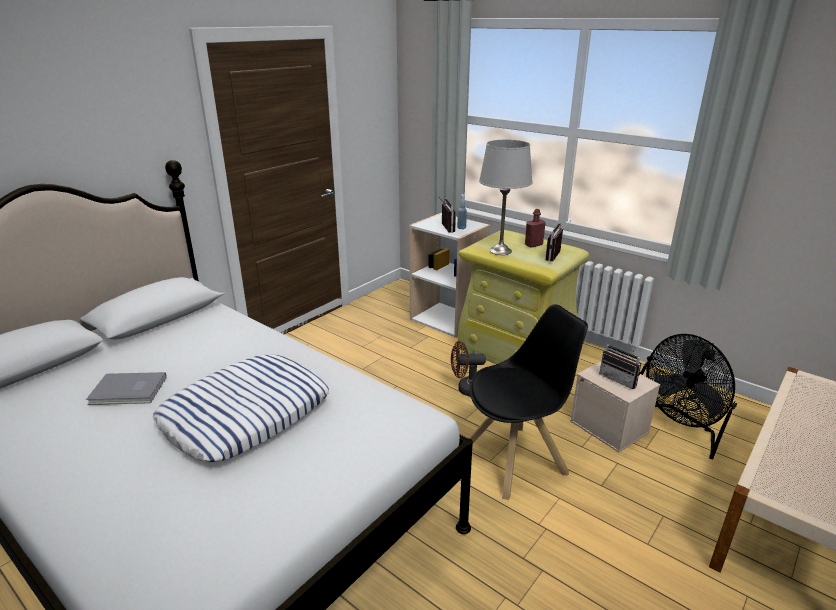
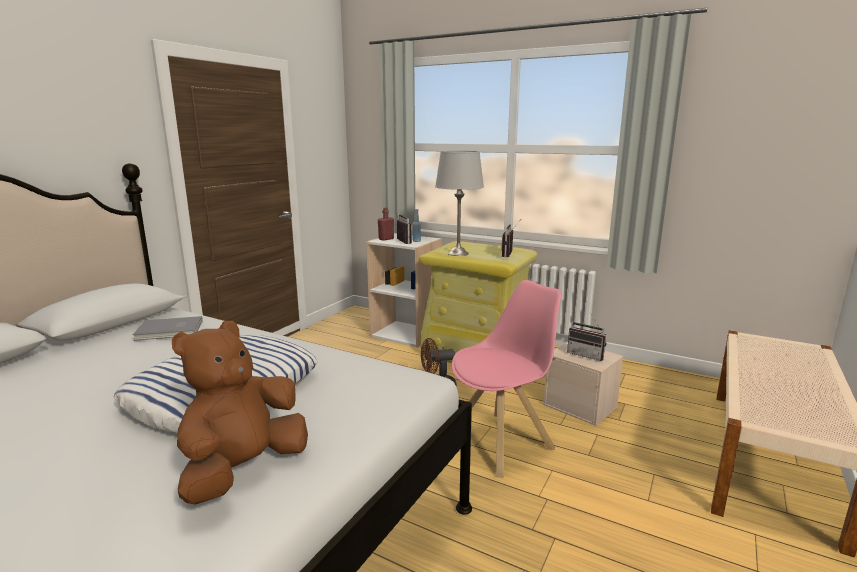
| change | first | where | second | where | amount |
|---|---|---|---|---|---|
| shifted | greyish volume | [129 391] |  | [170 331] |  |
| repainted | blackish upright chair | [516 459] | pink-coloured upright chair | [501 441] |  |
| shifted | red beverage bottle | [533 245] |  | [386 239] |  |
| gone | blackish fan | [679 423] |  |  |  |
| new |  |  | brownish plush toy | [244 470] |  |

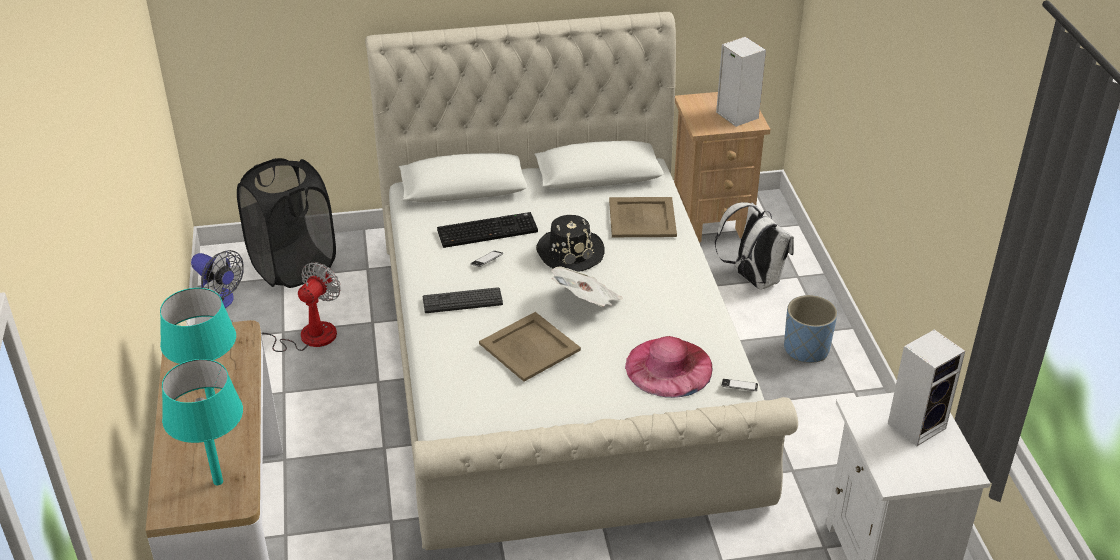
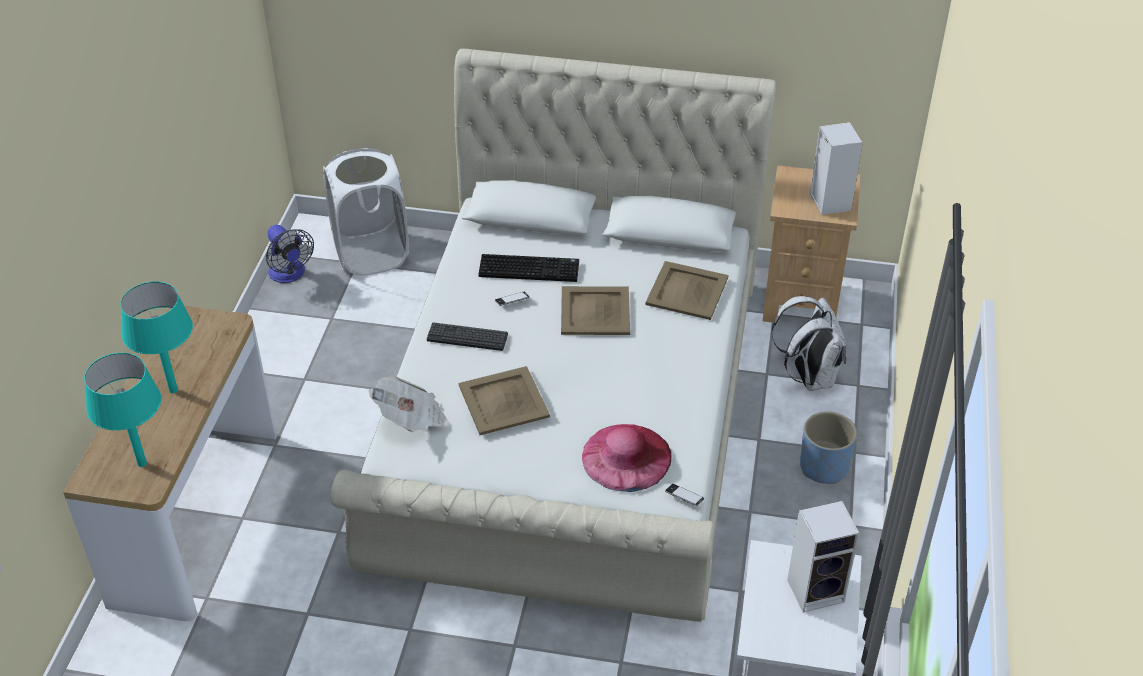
| change | first | where | second | where | amount |
|---|---|---|---|---|---|
| gone | fan | [304 336] |  |  |  |
| repainted | blackish washing basket | [293 267] | white washing basket | [371 254] |  |
| swapped | blackish hat | [570 252] | beige tray | [596 311] |  |
| shifted | daily paper | [586 301] |  | [411 419] |  |

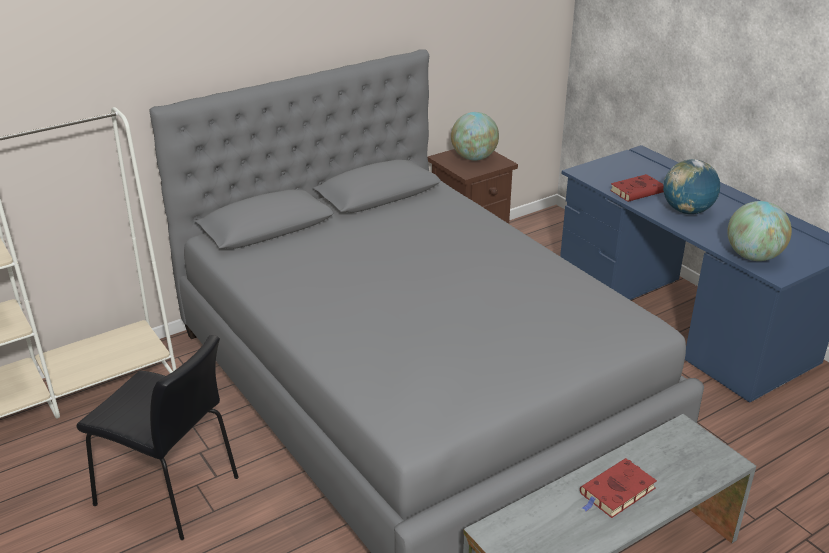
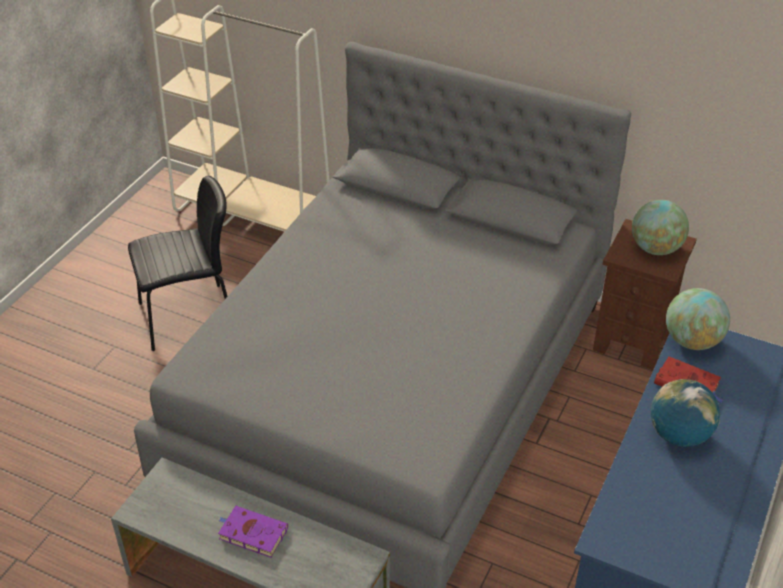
| change | first | where | second | where | amount |
|---|---|---|---|---|---|
| rotated | blackish upright chair | [172 492] |  | [191 316] | 105 degrees counterclockwise |
| repainted | red volume | [616 492] | purplish volume | [251 533] |  |
| shifted | desk globe | [753 257] |  | [692 341] |  |

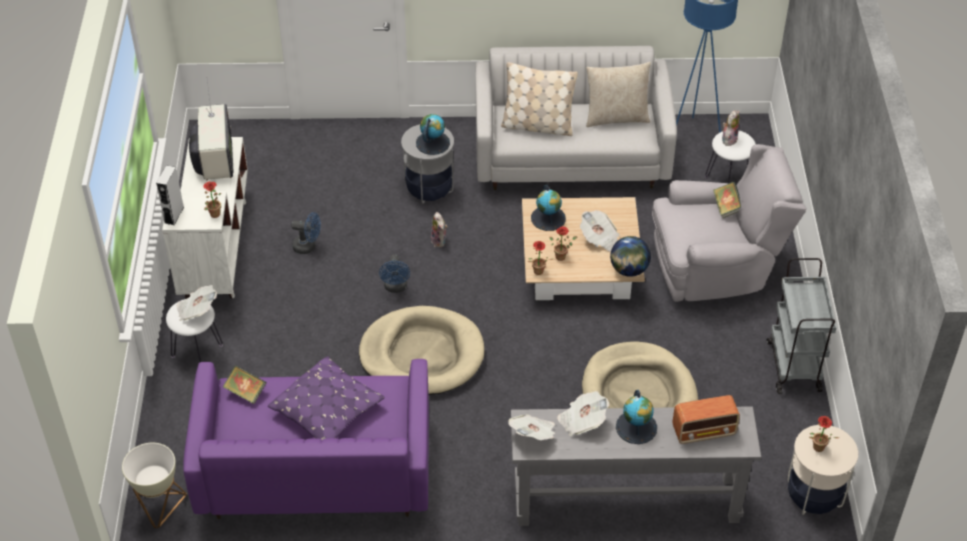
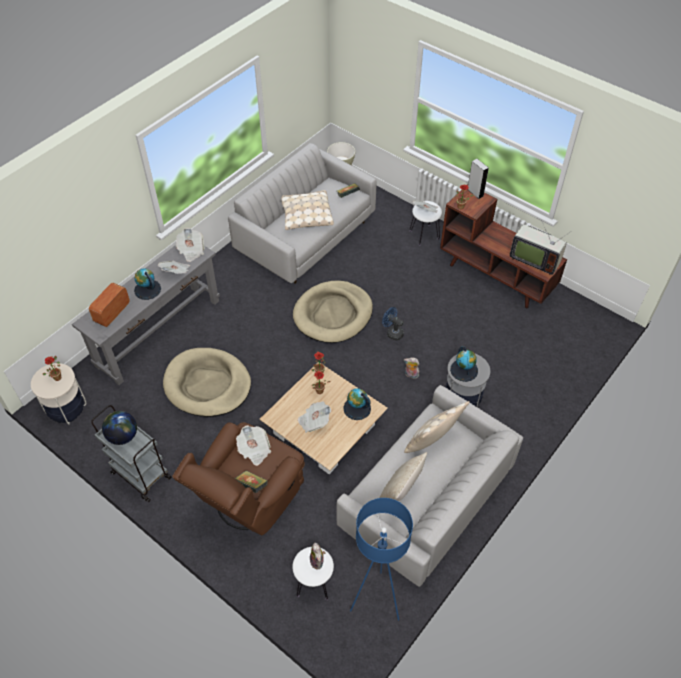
| change | first | where | second | where | amount |
|---|---|---|---|---|---|
| repainted | white tv stand | [215 248] | brownish tv stand | [497 277] |  |
| repainted | purplish settee | [314 470] | greyish settee | [306 236] |  |
| repainted | purplish cushion | [328 409] | beige cushion | [306 216] |  |
| gone | blue-coloured fan | [308 246] |  |  |  |
| shifted | desk globe | [629 270] |  | [123 436] |  |
| repainted | greyish lounge chair | [715 269] | brownish lounge chair | [248 500] |  |
| new |  |  | daily paper | [254 450] |  |

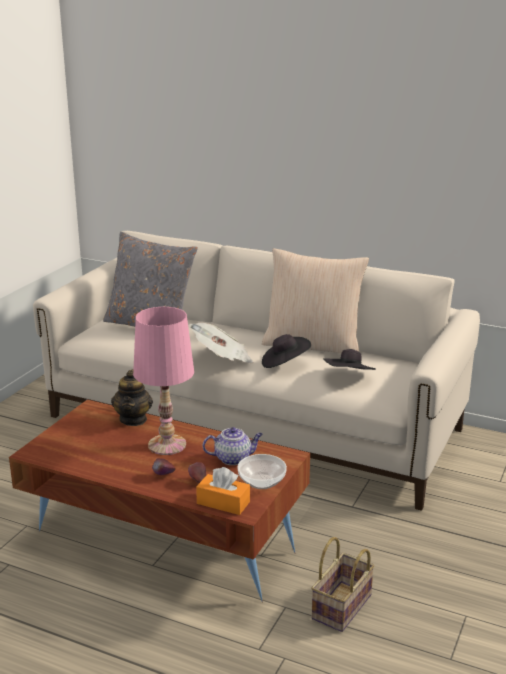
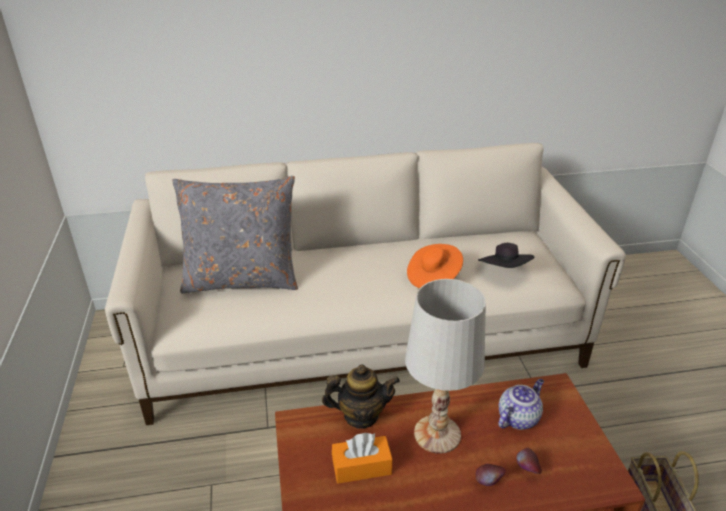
| change | first | where | second | where | amount |
|---|---|---|---|---|---|
| rotated | tea pot | [133 419] |  | [361 415] | 60 degrees counterclockwise |
| repainted | pink-coloured lamp for a table | [167 445] | white lamp for a table | [437 434] |  |
| gone | daily paper | [222 358] |  |  |  |
| shifted | orange-coloured tissue box | [223 503] |  | [361 467] |  |
| gone | serving bowl | [261 481] |  |  |  |
| gone | beige cushion | [313 345] |  |  |  |
| repainted | blackish hat | [284 363] | orange-coloured hat | [433 277] |  |

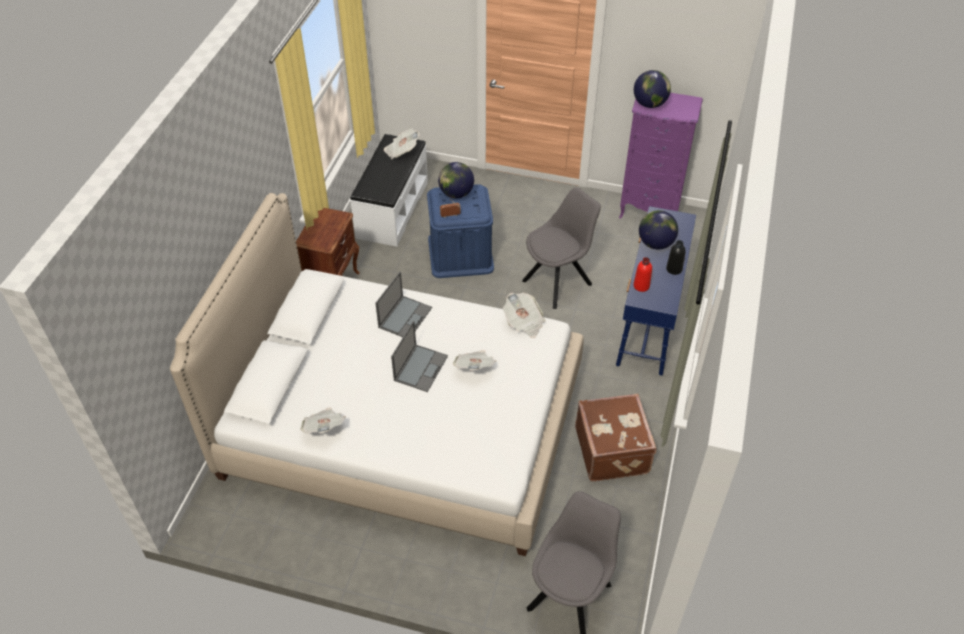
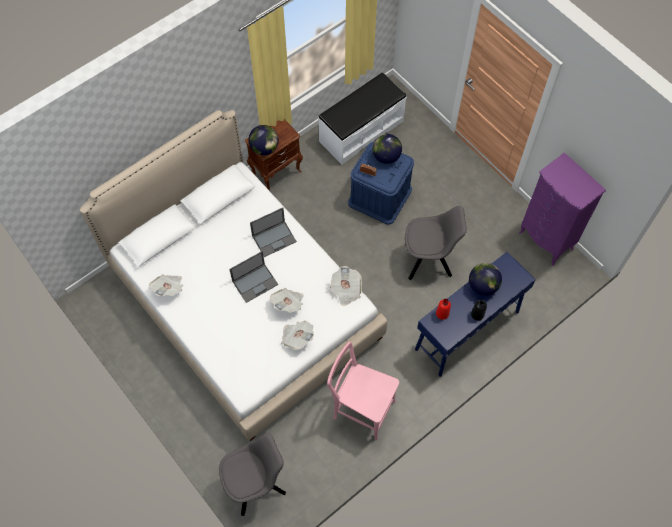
| change | first | where | second | where | amount |
|---|---|---|---|---|---|
| shifted | daily paper | [401 151] |  | [297 337] |  |
| swapped | brownish suitcase | [613 450] | pink-coloured upright chair | [361 408] |  |
| shifted | desk globe | [649 104] |  | [264 148] |  |

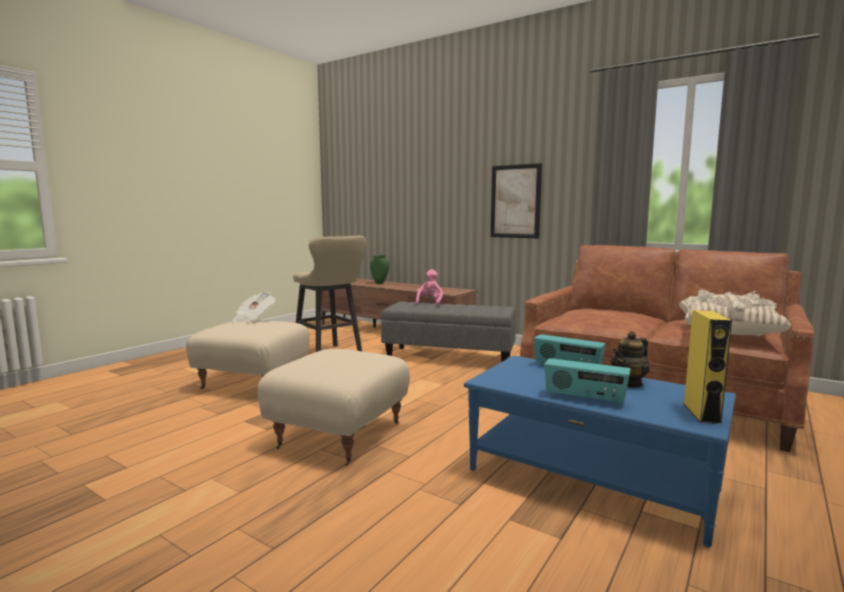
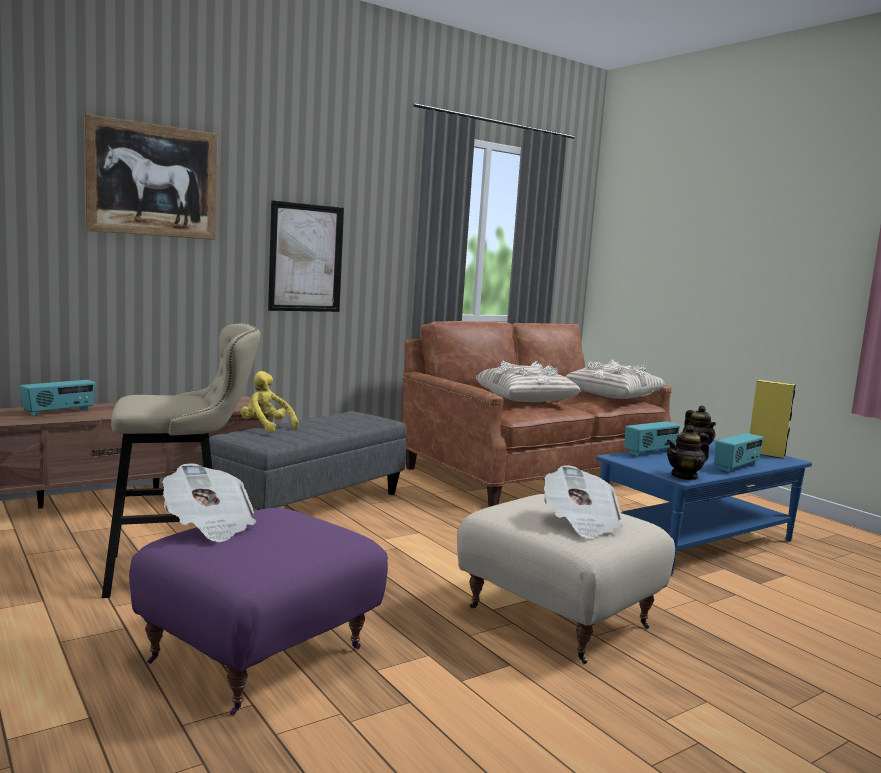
| change | first | where | second | where | amount |
|---|---|---|---|---|---|
| repainted | beige pouffe | [252 383] | purplish pouffe | [258 656] |  |
| swapped | greenish flower vase | [380 283] | radio set | [59 412] |  |
| repainted | pink-coloured plush toy | [429 303] | yellowish plush toy | [266 427] |  |
| new |  |  | wall art | [153 180] |  |
| new |  |  | beige cushion | [525 400] |  |
| new |  |  | daily paper | [580 523] |  |
| new |  |  | tea pot | [685 476] |  |

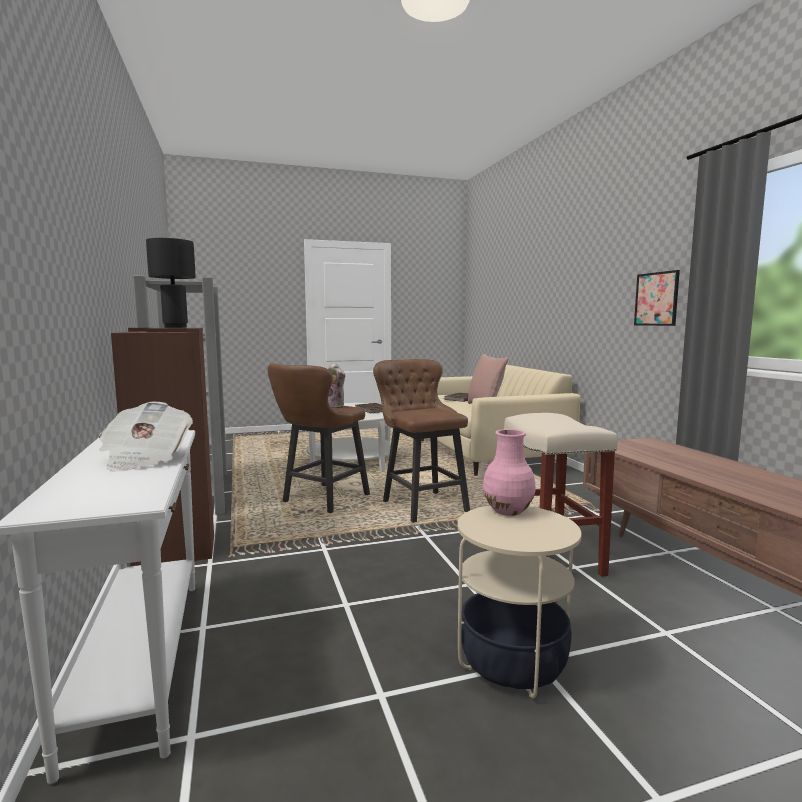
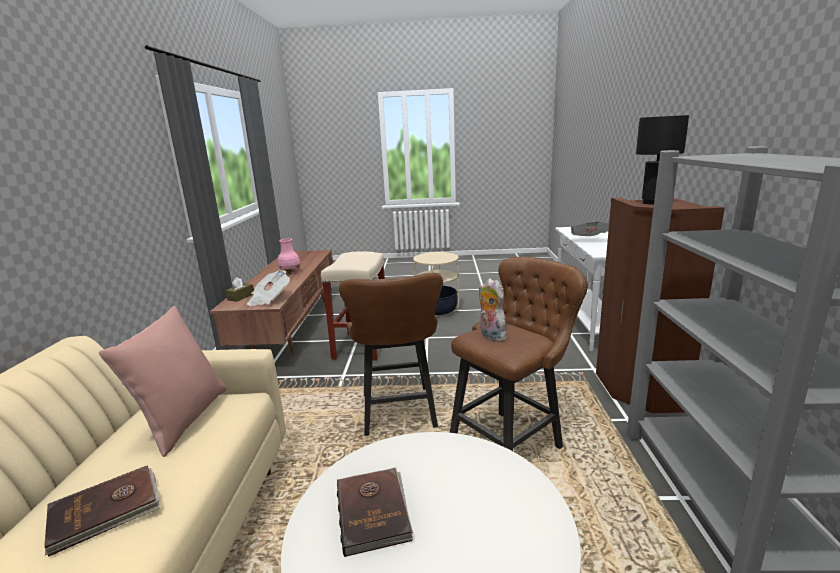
| change | first | where | second | where | amount |
|---|---|---|---|---|---|
| shifted | pink-coloured flower vase | [508 511] |  | [290 272] |  |
| gone | wall art | [656 299] |  |  |  |
| new |  |  | brownish tissue box | [241 297] |  |
| new |  |  | daily paper | [269 299] |  |

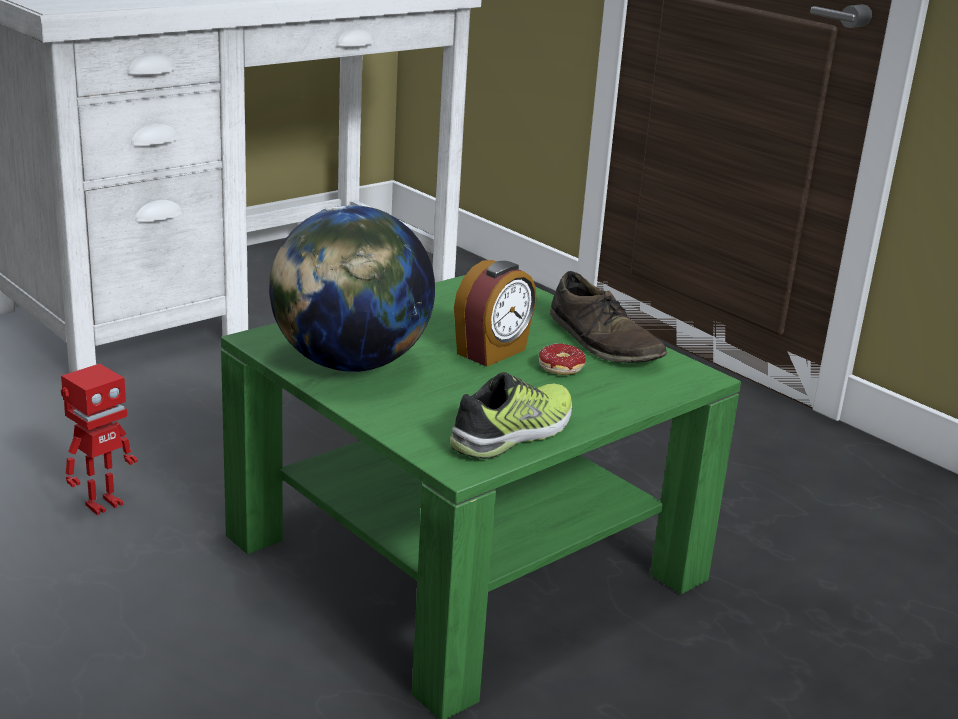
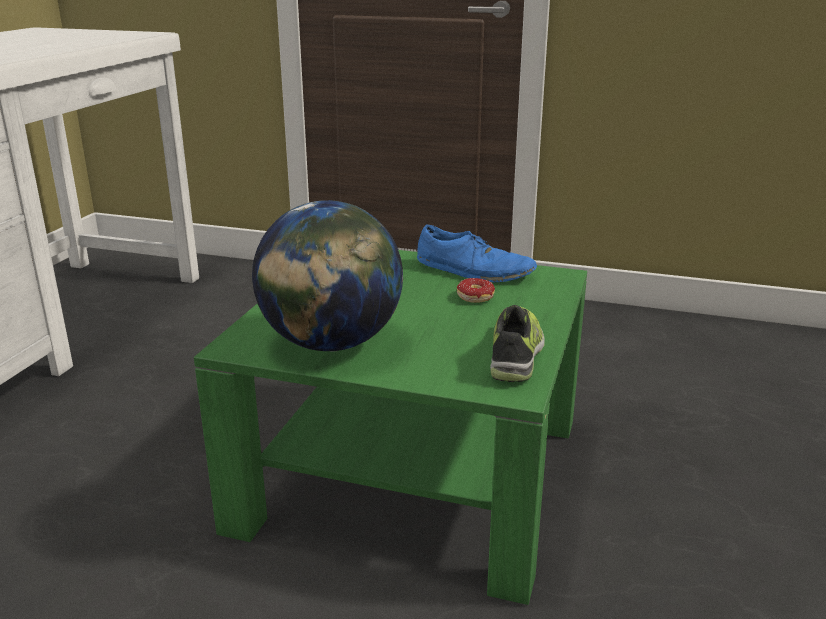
| change | first | where | second | where | amount |
|---|---|---|---|---|---|
| gone | toy robot | [102 504] |  |  |  |
| gone | bedside clock | [493 352] |  |  |  |
| repainted | brownish item of footwear | [603 342] | blue-coloured item of footwear | [474 271] |  |

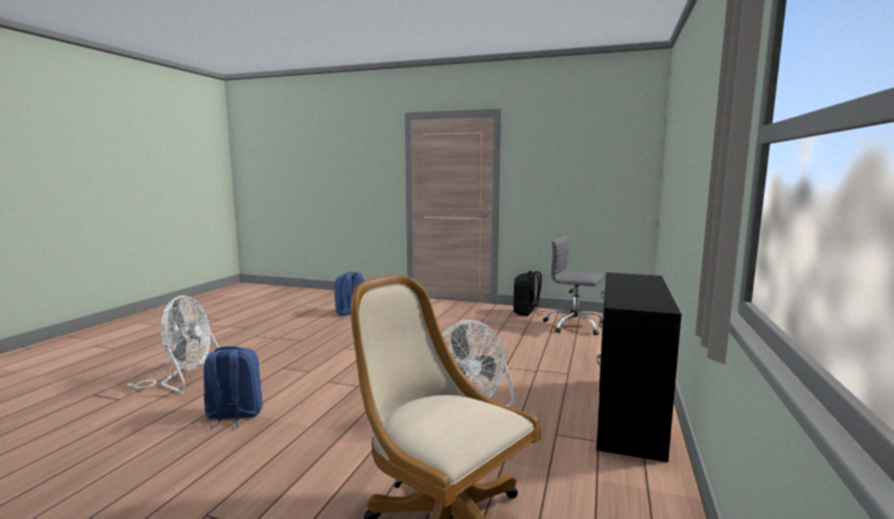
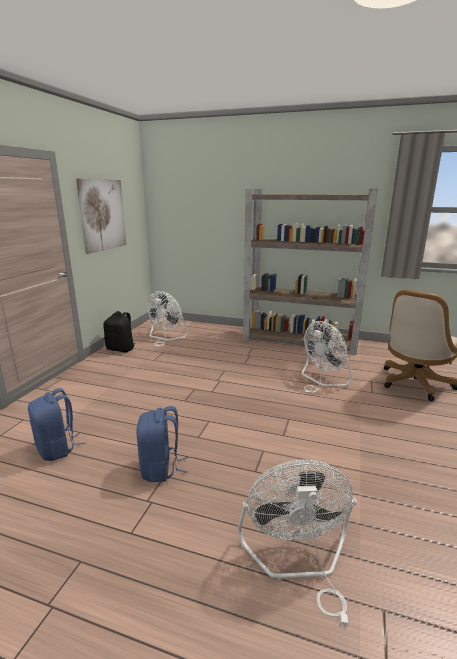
| change | first | where | second | where | amount |
|---|---|---|---|---|---|
| shifted | blue-coloured rucksack | [234 415] |  | [161 468] |  |
| swapped | greyish office chair | [574 326] | white fan | [164 337] |  |
| swapped | blackish desk unit | [628 414] | brownish bookcase | [300 340] |  |
| new |  |  | wall art | [103 215] |  |

